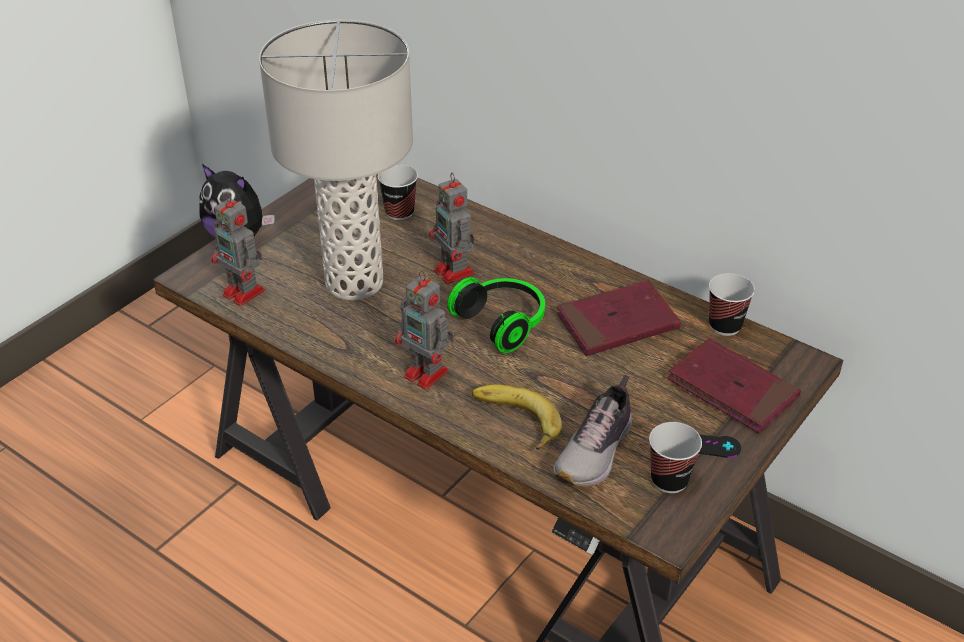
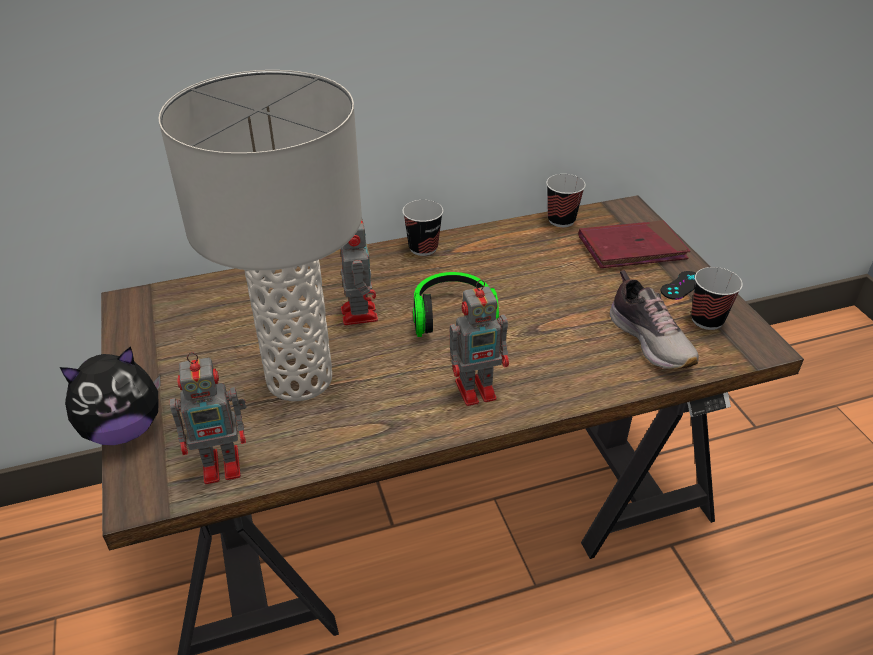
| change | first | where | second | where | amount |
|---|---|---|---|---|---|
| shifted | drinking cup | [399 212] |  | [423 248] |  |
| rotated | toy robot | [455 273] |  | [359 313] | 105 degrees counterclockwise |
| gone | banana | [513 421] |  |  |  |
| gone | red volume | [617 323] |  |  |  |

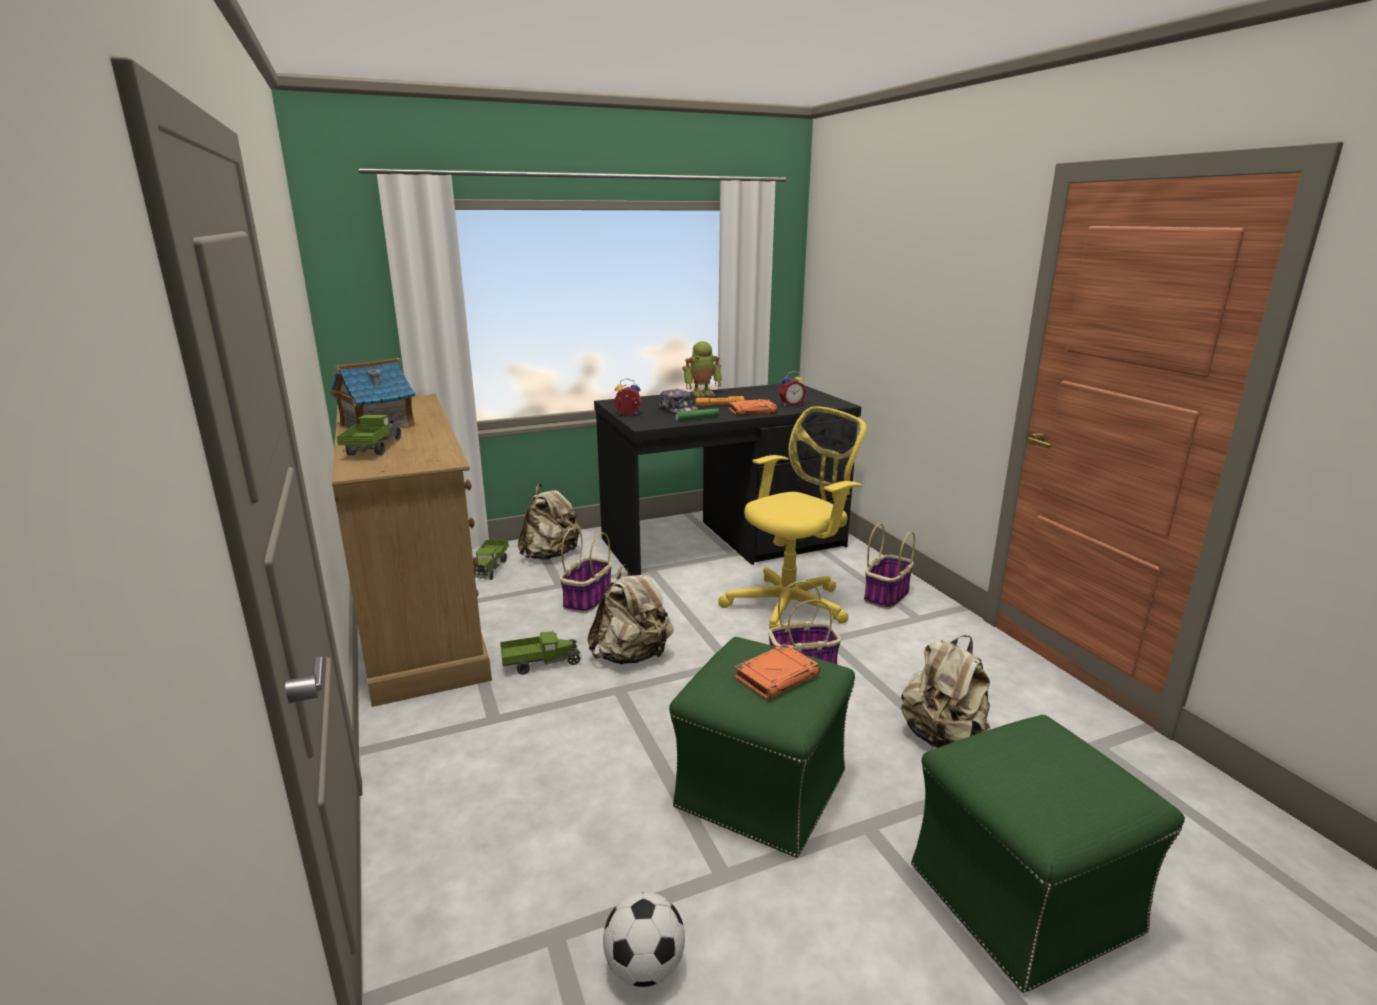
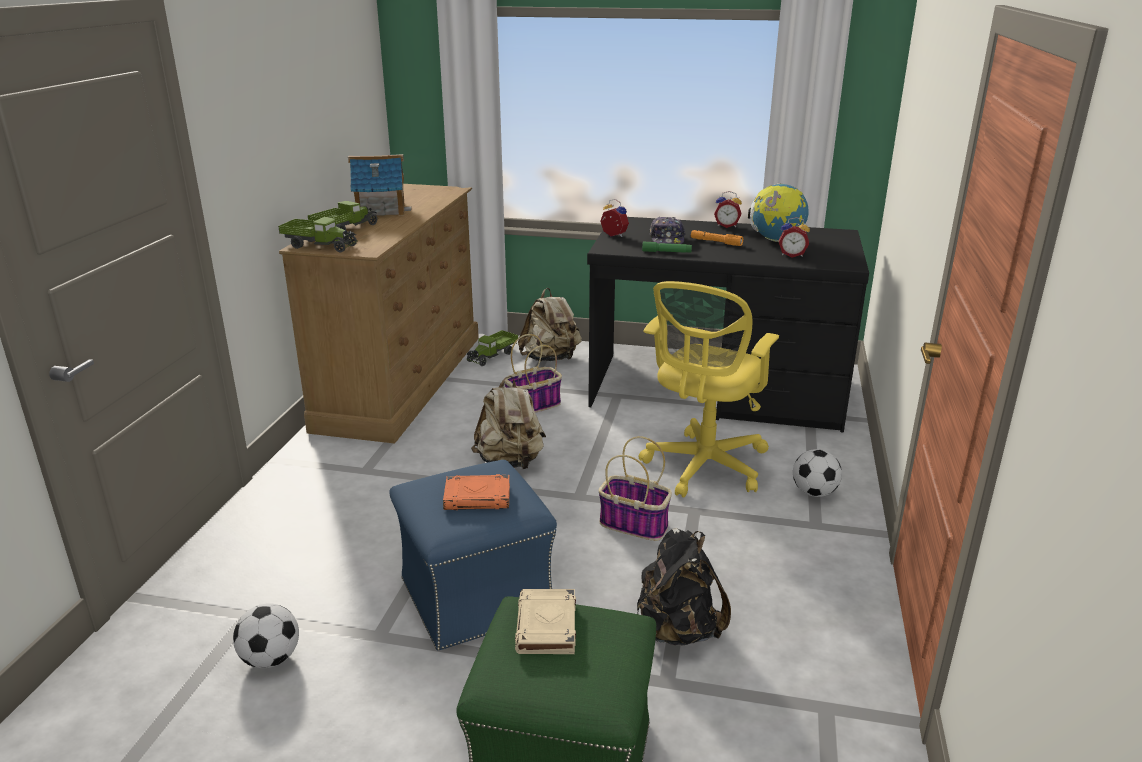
| change | first | where | second | where | amount |
|---|---|---|---|---|---|
| shifted | toy truck | [540 663] |  | [319 246] |  |
| repainted | greenish pouffe | [760 791] | blue-coloured pouffe | [474 597] |  |
| swapped | toy robot | [702 393] | bedside clock | [726 226] |  |
| rotated | yellowish office chair | [791 604] |  | [703 468] | 120 degrees clockwise |
| gone | orange-coloured volume | [752 411] |  |  |  |
| swapped | basket | [886 595] | ball for football | [814 493] |  |
| repainted | beige rucksack | [942 738] | blackish rucksack | [677 630] |  |
| new |  |  | beige volume | [547 627] |  |
| new |  |  | desk globe | [776 240] |  |

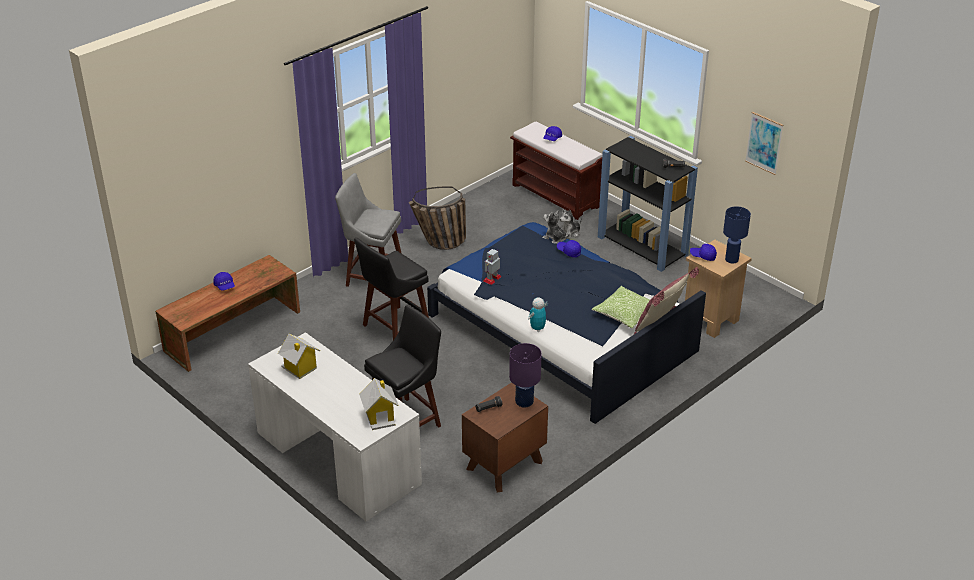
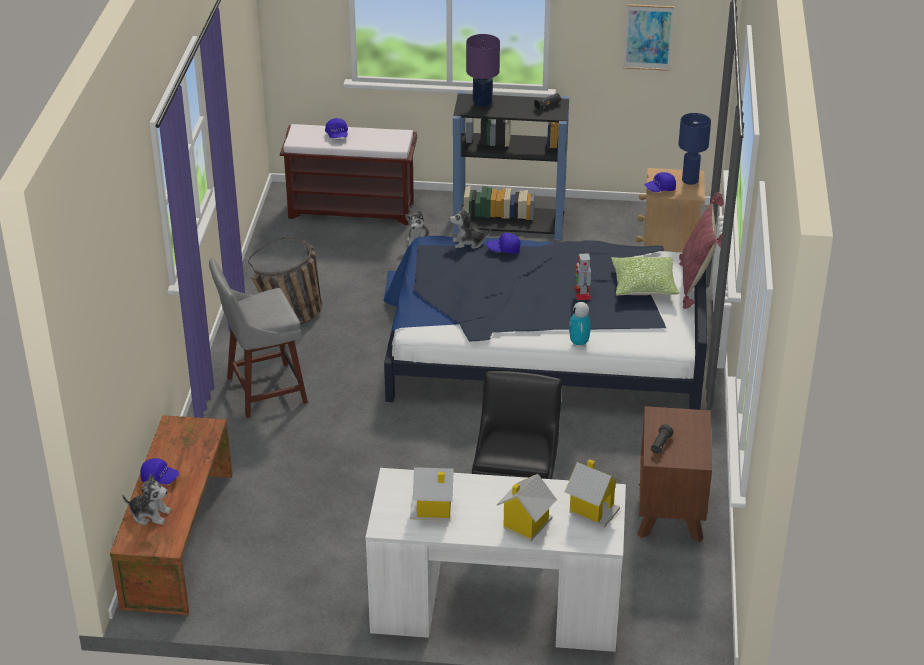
| change | first | where | second | where | amount |
|---|---|---|---|---|---|
| gone | blackish upright chair | [393 328] |  |  |  |
| shifted | toy robot | [492 279] |  | [582 293] |  |
| shifted | purplish lamp for a table | [524 403] |  | [482 104] |  |
| new |  |  | plush toy | [150 514] |  |
| new |  |  | miniature house | [526 524] |  |

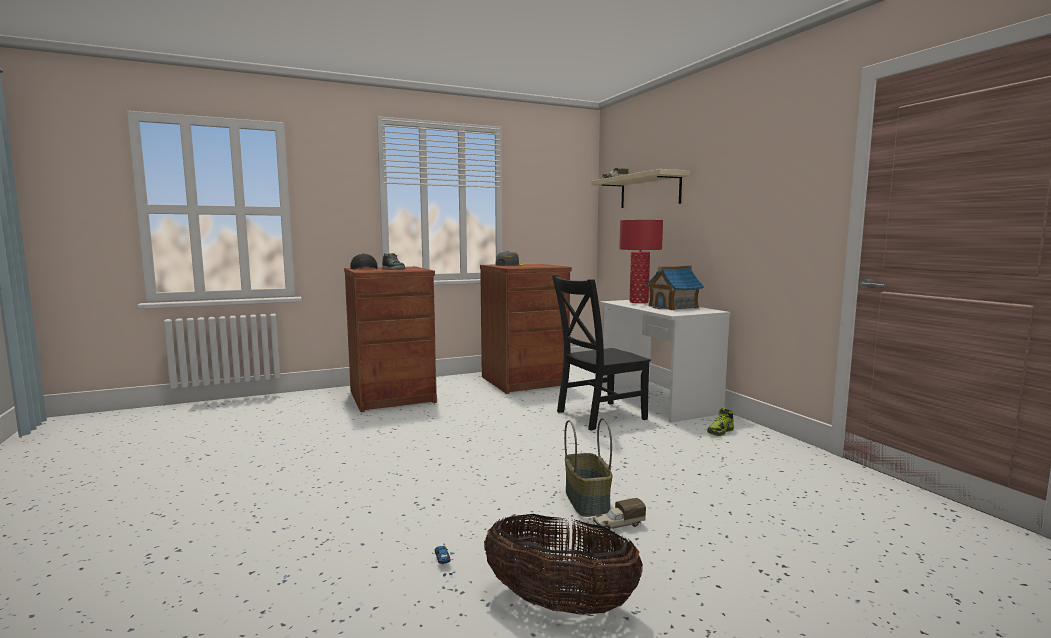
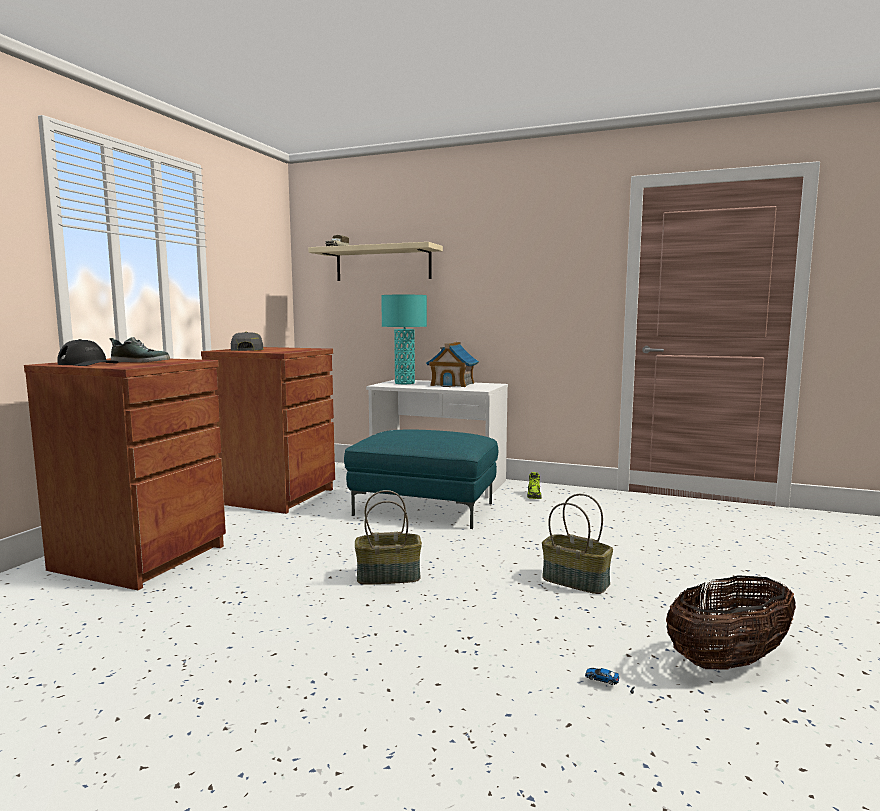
| change | first | where | second | where | amount |
|---|---|---|---|---|---|
| swapped | blackish upright chair | [597 416] | turquoise-coloured pouffe | [423 509] |  |
| gone | toy truck | [618 525] |  |  |  |
| repainted | red lamp for a table | [638 302] | turquoise-coloured lamp for a table | [404 383] |  |
| new |  |  | basket | [389 576] |  |

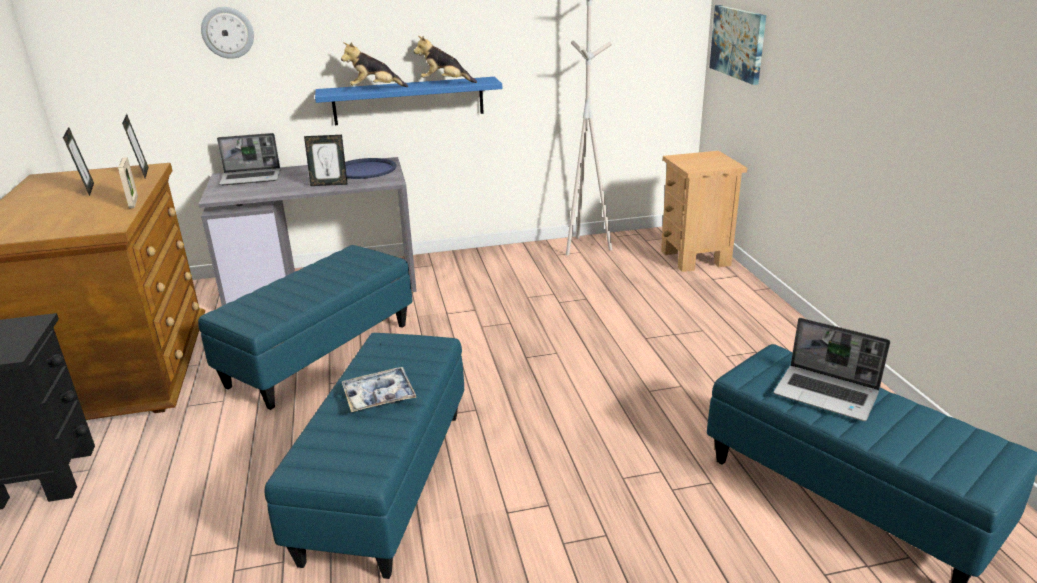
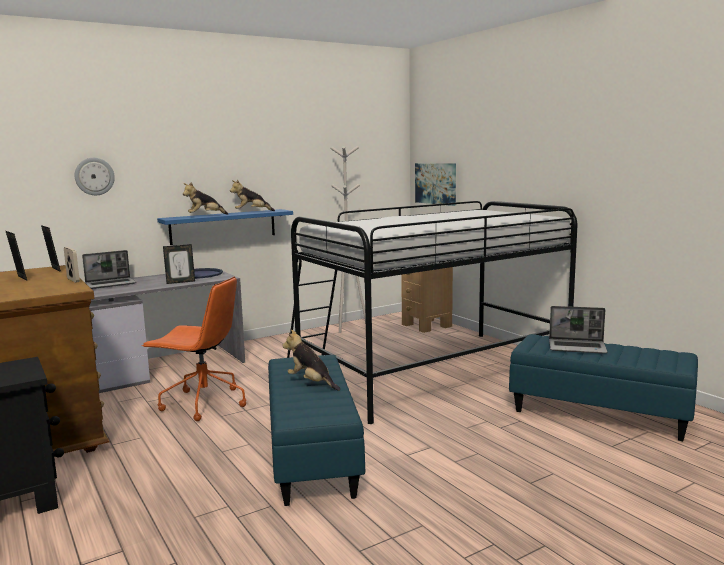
| change | first | where | second | where | amount |
|---|---|---|---|---|---|
| swapped | blue-coloured pouffe | [321 355] | orange-coloured office chair | [201 403] |  |
| swapped | tray | [379 396] | plush toy | [311 383] |  |
| new |  |  | blackish bed | [431 371] |  |

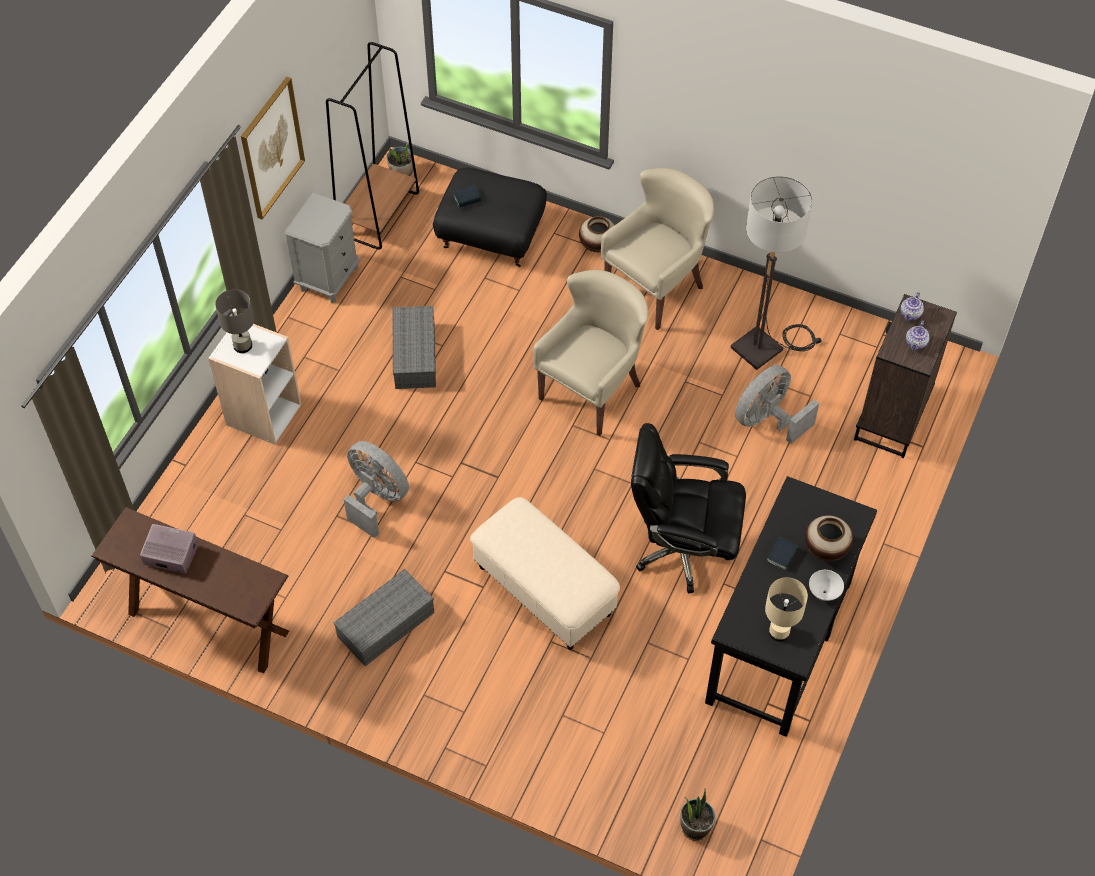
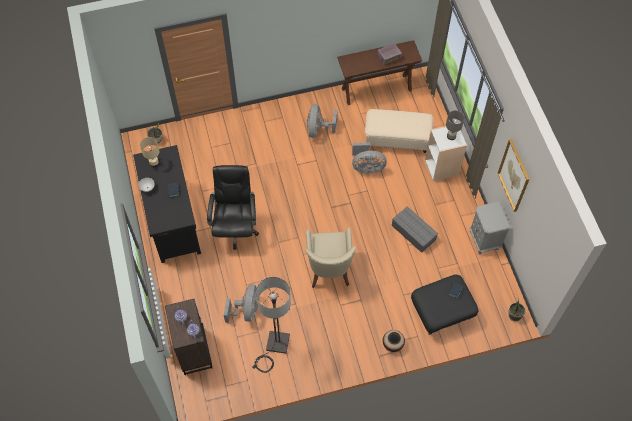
| change | first | where | second | where | amount |
|---|---|---|---|---|---|
| gone | garment stand | [378 214] |  |  |  |
| swapped | greyish storage container | [386 623] | greyish fan | [318 129] |  |
| shifted | beige pouffe | [546 590] |  | [397 140] |  |
| gone | beige lounge chair | [656 289] |  |  |  |
| rotated | blackish office chair | [683 551] |  | [235 229] | 60 degrees counterclockwise |
| gone | flower vase | [825 549] |  |  |  |

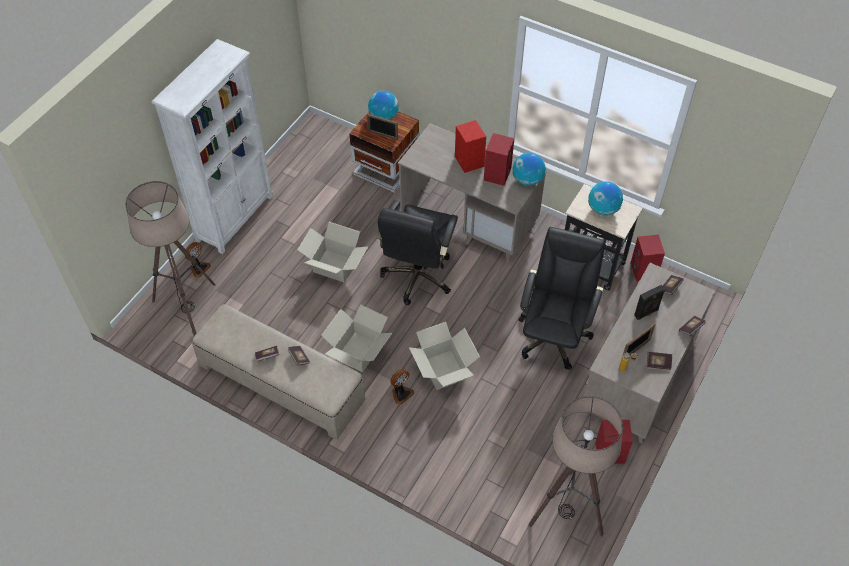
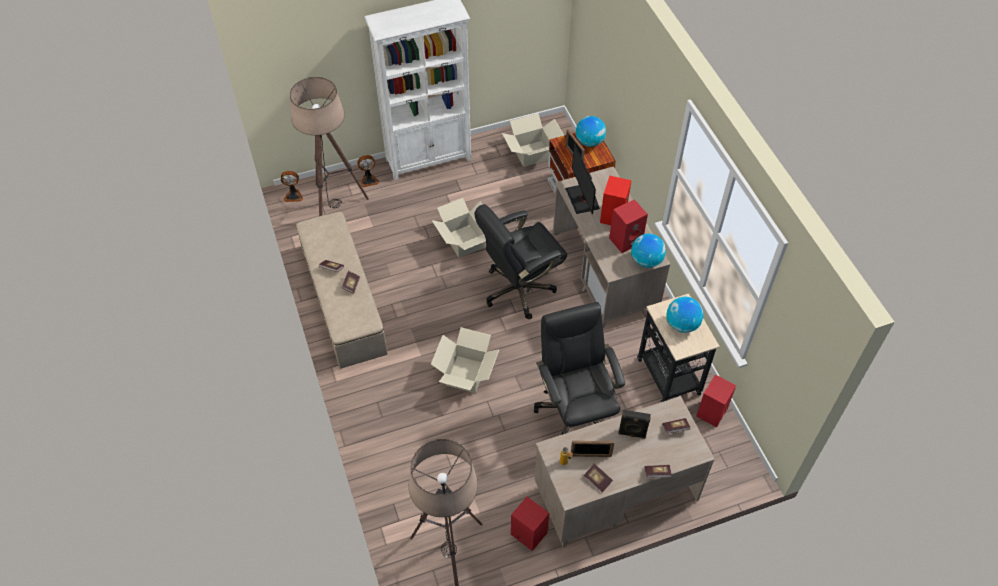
| change | first | where | second | where | amount |
|---|---|---|---|---|---|
| shifted | packing box | [358 352] |  | [533 154] |  |
| shifted | fan | [401 393] |  | [293 195] |  |
| rotated | blackish office chair | [553 339] |  | [575 412] | 75 degrees counterclockwise |
| new |  |  | computer screen | [583 199] |  |

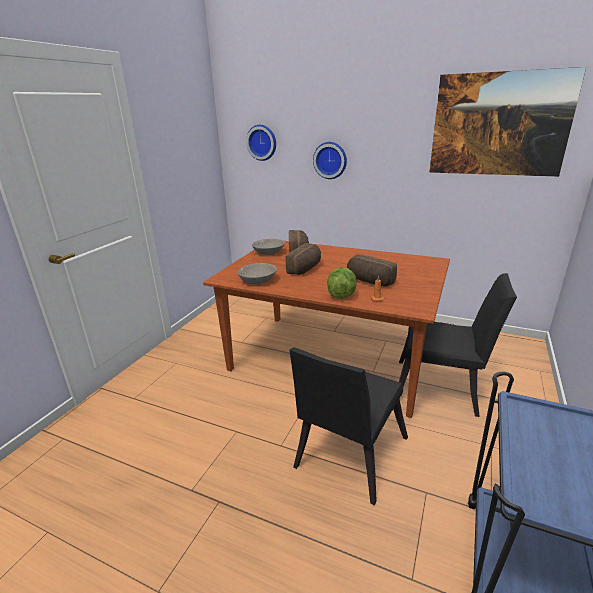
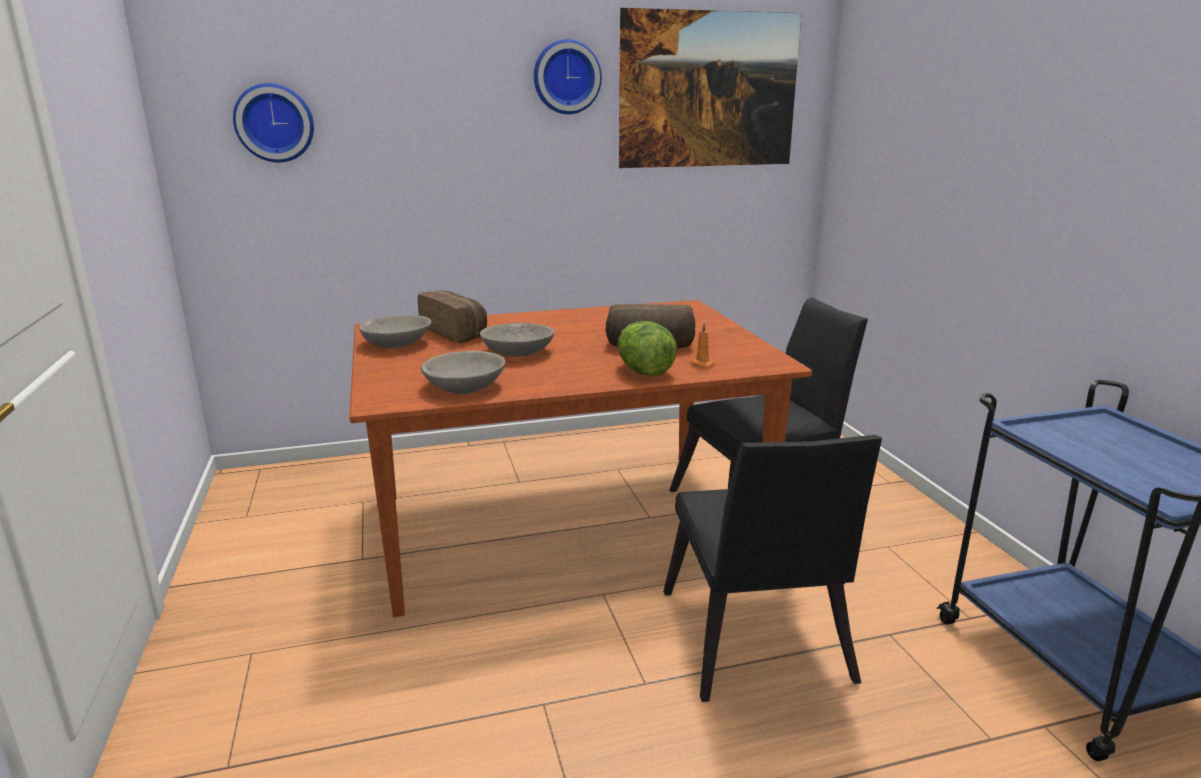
| change | first | where | second | where | amount |
|---|---|---|---|---|---|
| swapped | bakery bread | [305 269] | greyish serving bowl | [517 352] |  |
| shifted | wall clock | [330 160] |  | [566 77] |  |

